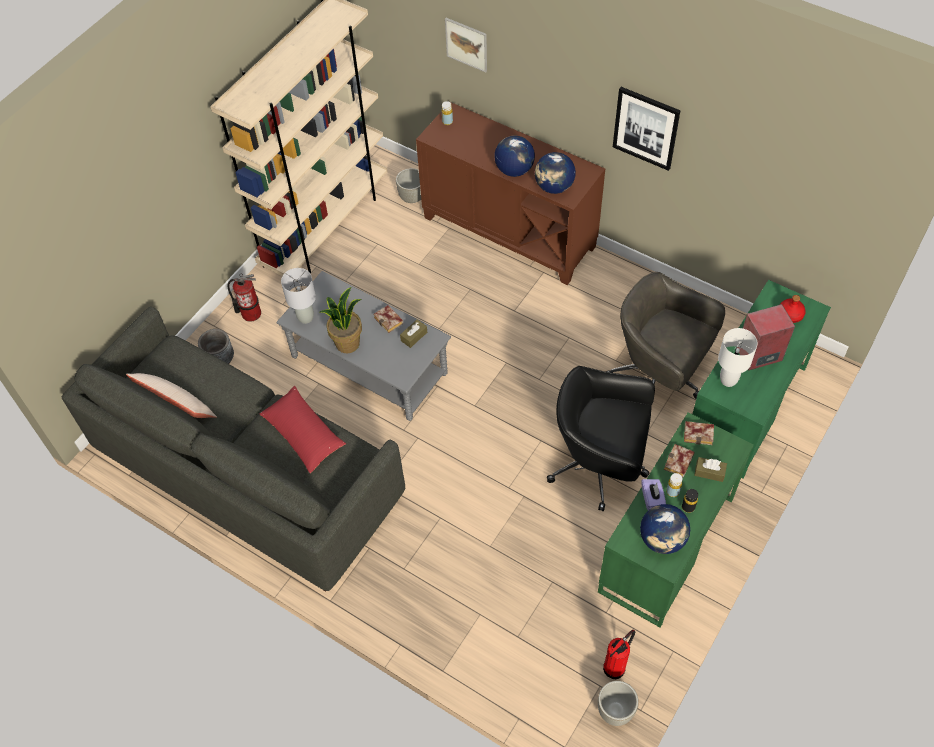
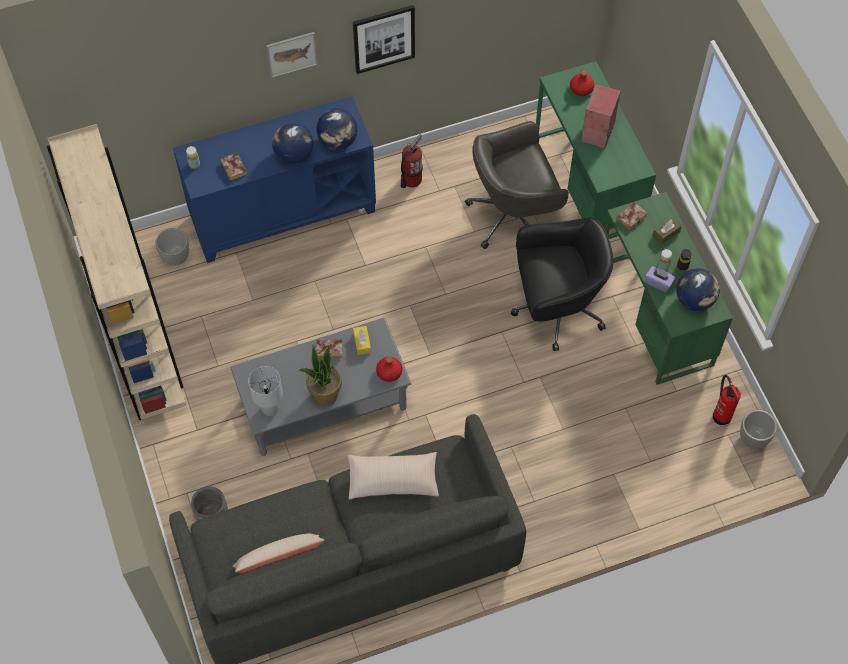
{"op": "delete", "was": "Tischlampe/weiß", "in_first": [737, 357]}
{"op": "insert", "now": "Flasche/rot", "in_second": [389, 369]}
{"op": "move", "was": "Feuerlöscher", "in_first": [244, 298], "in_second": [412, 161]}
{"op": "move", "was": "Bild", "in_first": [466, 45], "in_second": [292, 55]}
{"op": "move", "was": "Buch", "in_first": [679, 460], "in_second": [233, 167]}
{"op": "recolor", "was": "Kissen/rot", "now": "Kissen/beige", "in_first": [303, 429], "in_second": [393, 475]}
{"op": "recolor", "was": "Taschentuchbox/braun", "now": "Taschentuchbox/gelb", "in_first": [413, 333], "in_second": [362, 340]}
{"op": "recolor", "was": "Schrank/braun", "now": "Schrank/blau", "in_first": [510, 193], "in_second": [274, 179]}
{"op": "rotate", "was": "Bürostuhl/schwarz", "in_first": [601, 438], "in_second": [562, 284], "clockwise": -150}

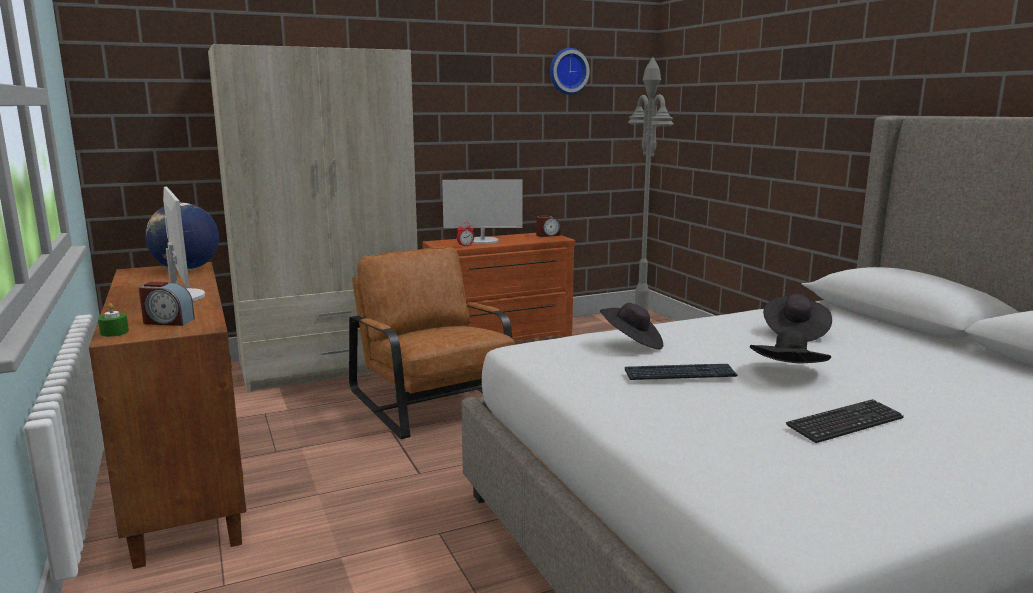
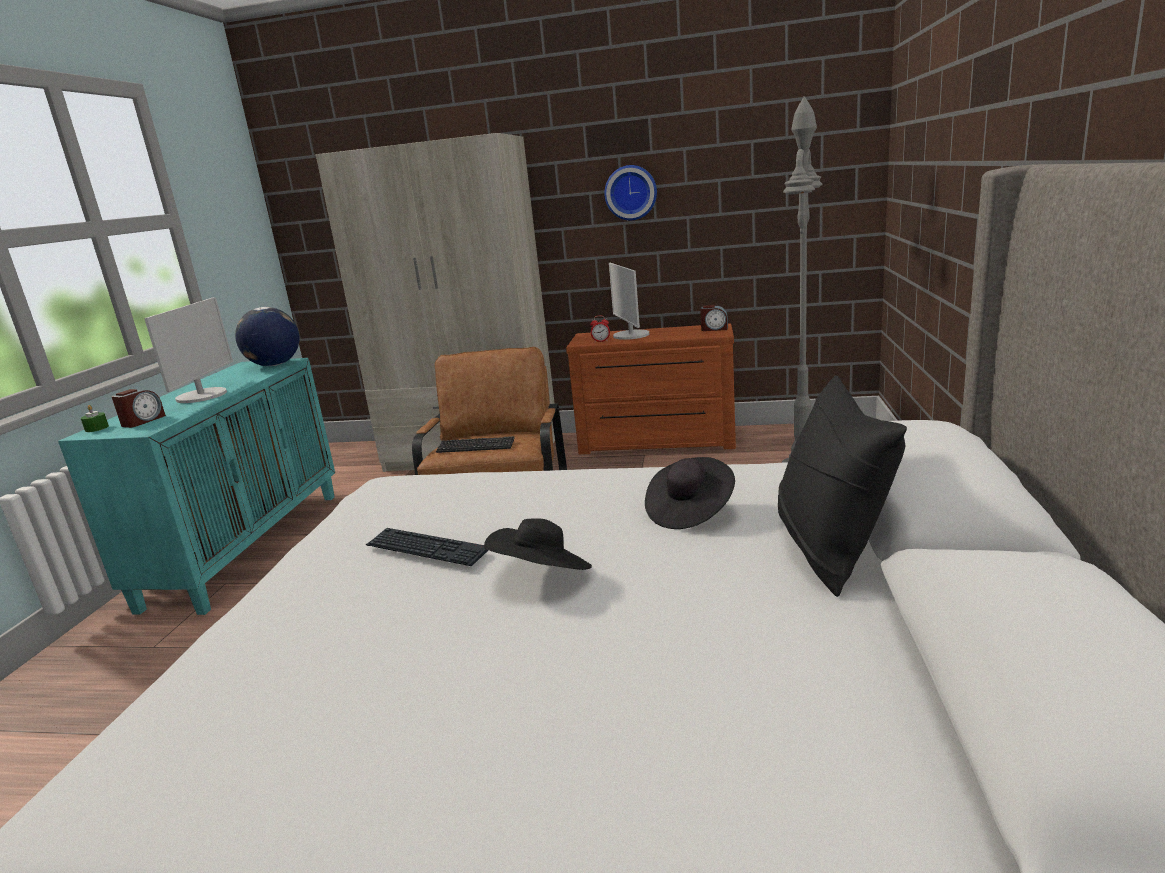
{"op": "delete", "was": "Hut/schwarz", "in_first": [631, 326]}
{"op": "insert", "now": "Kissen/schwarz", "in_second": [842, 486]}
{"op": "move", "was": "Wanduhr", "in_first": [570, 71], "in_second": [630, 192]}
{"op": "move", "was": "Tastatur", "in_first": [845, 421], "in_second": [475, 444]}
{"op": "recolor", "was": "Schrank/braun", "now": "Schrank/türkis", "in_first": [167, 415], "in_second": [196, 486]}
{"op": "rotate", "was": "Wecker", "in_first": [167, 304], "in_second": [138, 408], "clockwise": -105}
{"op": "rotate", "was": "Monitor", "in_first": [482, 211], "in_second": [629, 301], "clockwise": 45}

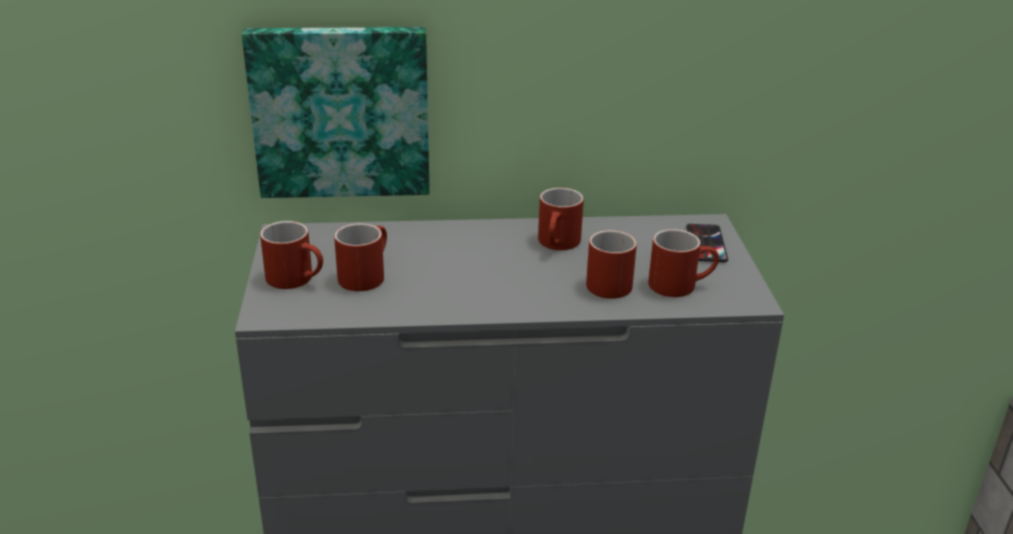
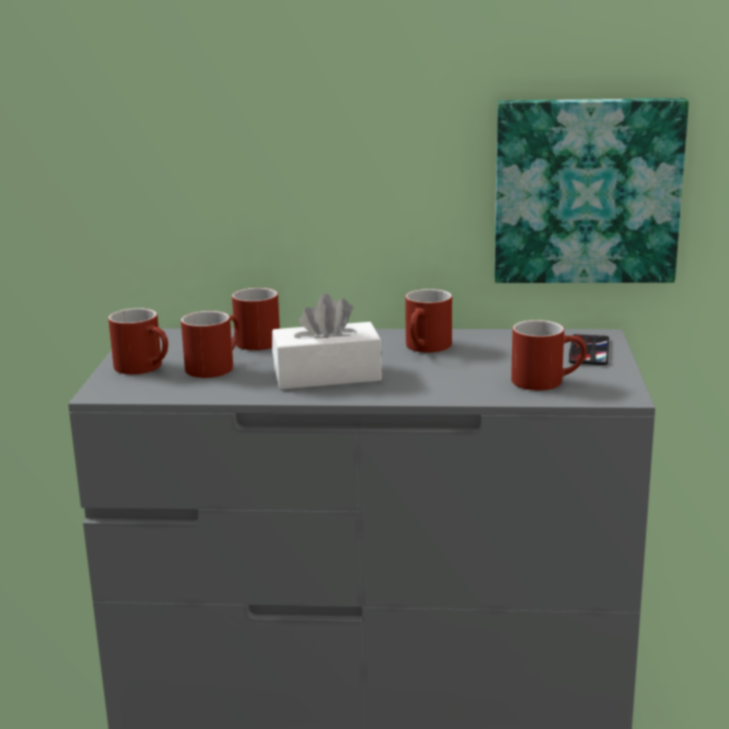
{"op": "insert", "now": "Taschentuchbox/weiß", "in_second": [327, 341]}
{"op": "move", "was": "Bild", "in_first": [336, 112], "in_second": [591, 190]}
{"op": "move", "was": "Henkelbecher/rot", "in_first": [611, 264], "in_second": [256, 319]}

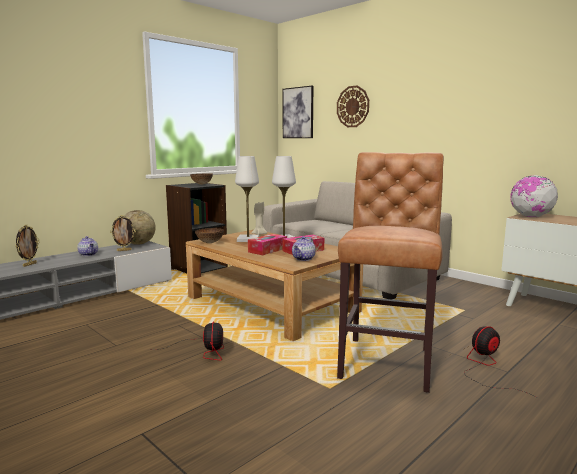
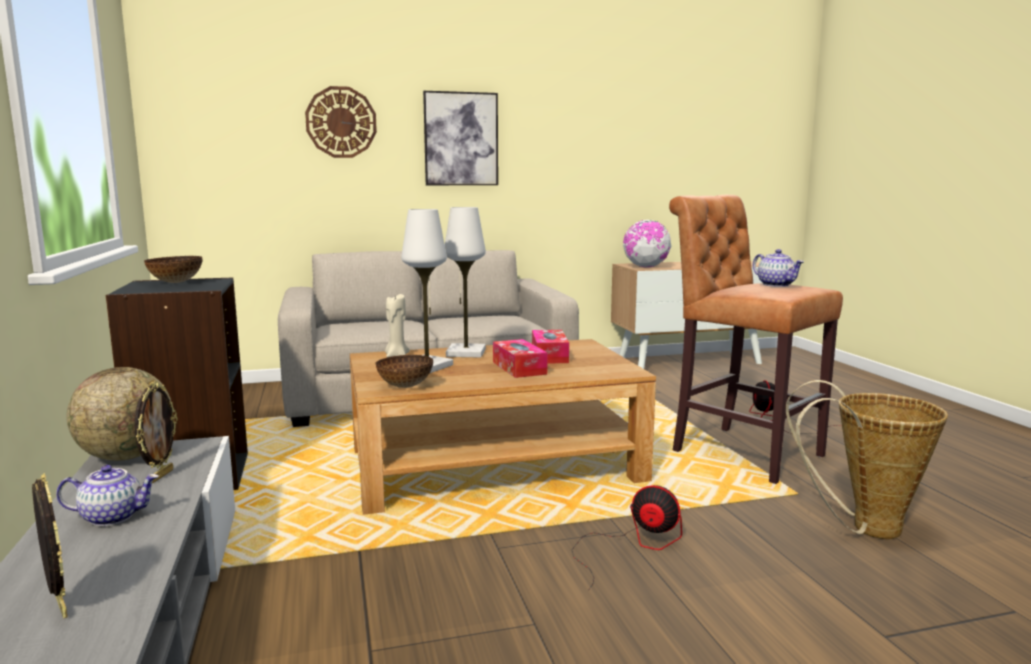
{"op": "insert", "now": "Korb", "in_second": [867, 459]}
{"op": "move", "was": "Bild", "in_first": [298, 112], "in_second": [460, 138]}
{"op": "move", "was": "Teekanne", "in_first": [304, 248], "in_second": [778, 268]}

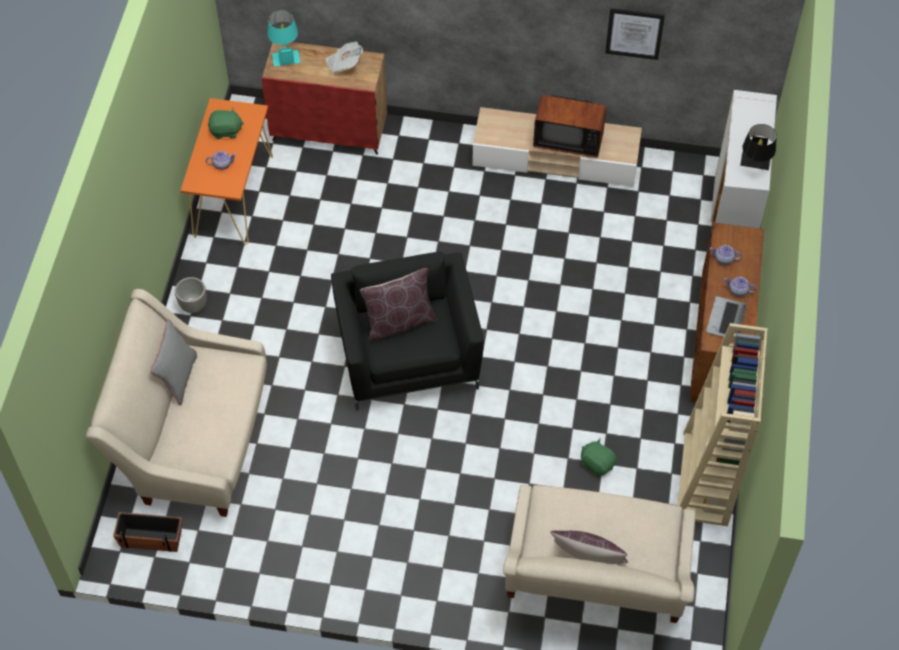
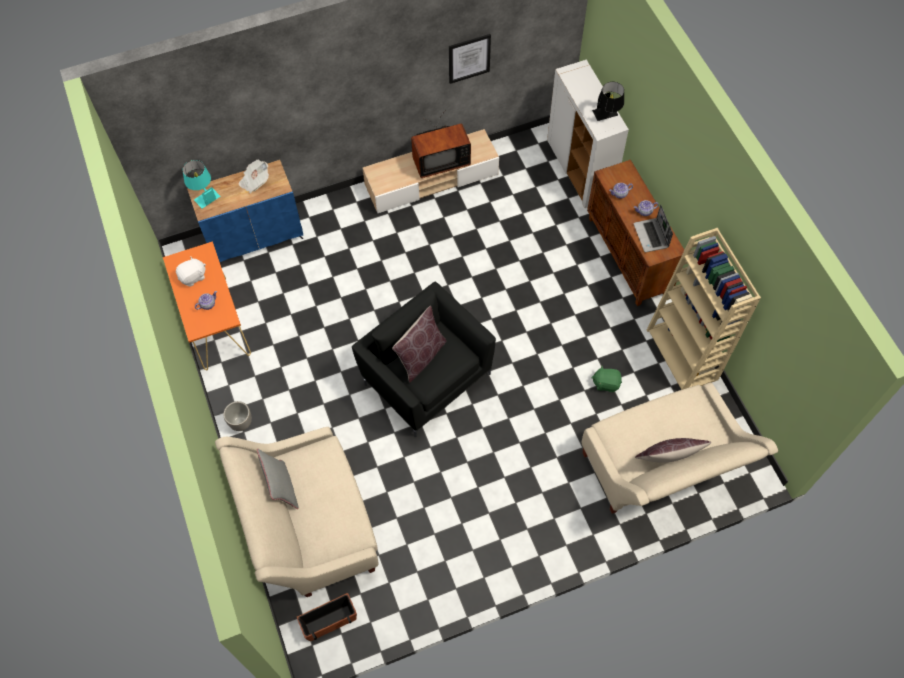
{"op": "recolor", "was": "Plüschtier/grün", "now": "Plüschtier/weiß", "in_first": [226, 123], "in_second": [191, 271]}
{"op": "recolor", "was": "Schrank/rot", "now": "Schrank/blau", "in_first": [324, 98], "in_second": [245, 211]}

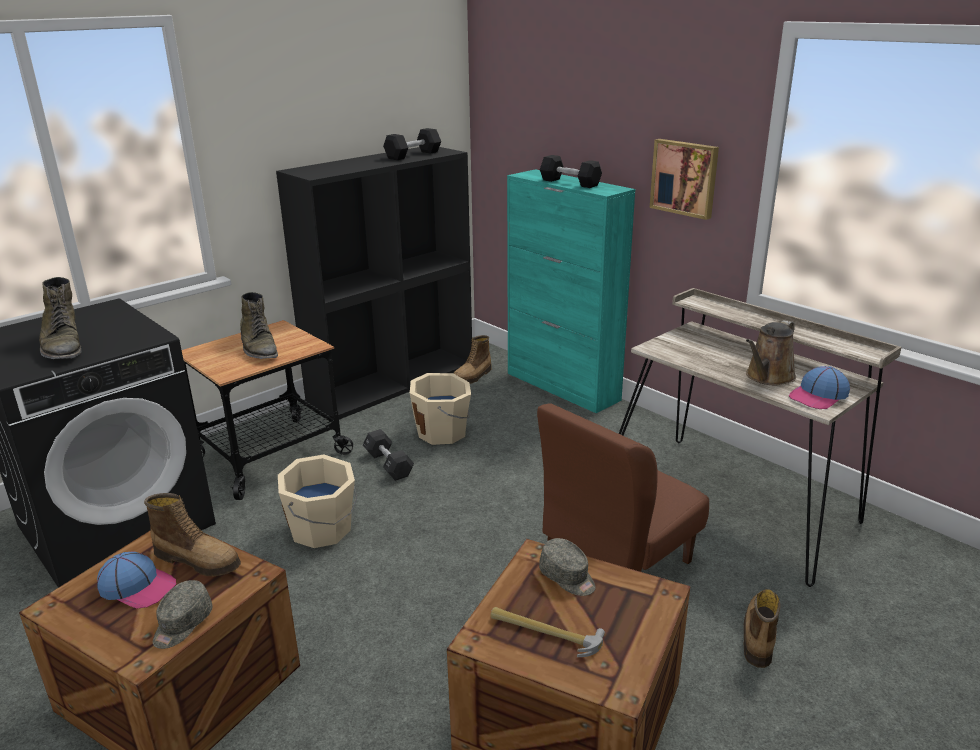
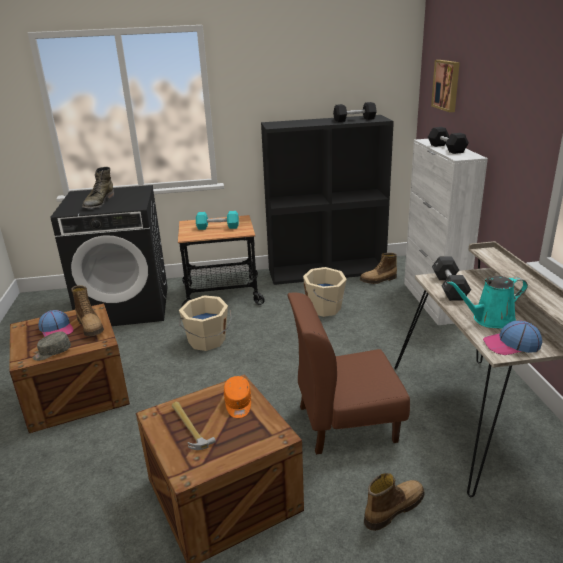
{"op": "move", "was": "Hantel/schwarz", "in_first": [388, 455], "in_second": [451, 278]}
{"op": "move", "was": "Bild", "in_first": [684, 179], "in_second": [445, 86]}
{"op": "replace", "was": "Stiefel/grün", "now": "Hantel/türkis", "in_first": [259, 325], "in_second": [217, 220]}
{"op": "recolor", "was": "Schrank/türkis", "now": "Schrank/weiß", "in_first": [571, 291], "in_second": [446, 232]}
{"op": "recolor", "was": "Kappe/grau", "now": "Kappe/orange", "in_first": [567, 567], "in_second": [237, 397]}
{"op": "recolor", "was": "Gießkanne/braun", "now": "Gießkanne/türkis", "in_first": [771, 353], "in_second": [487, 302]}

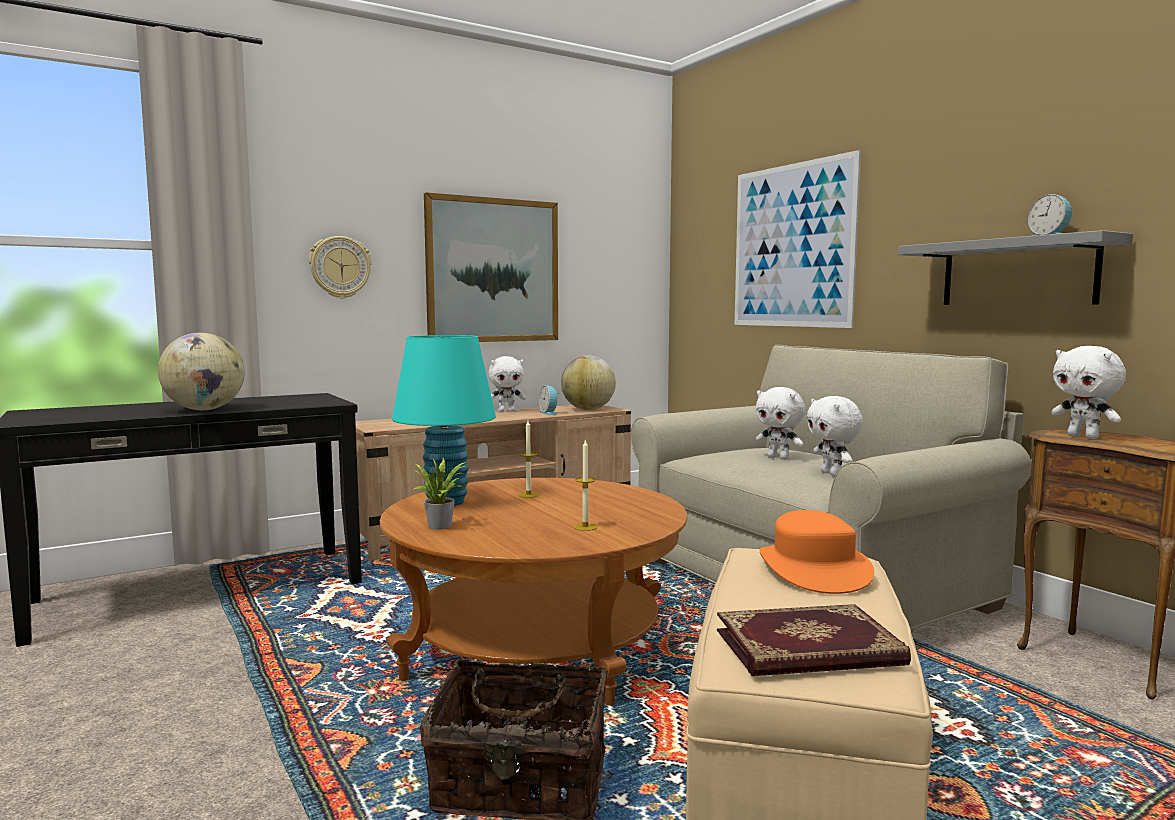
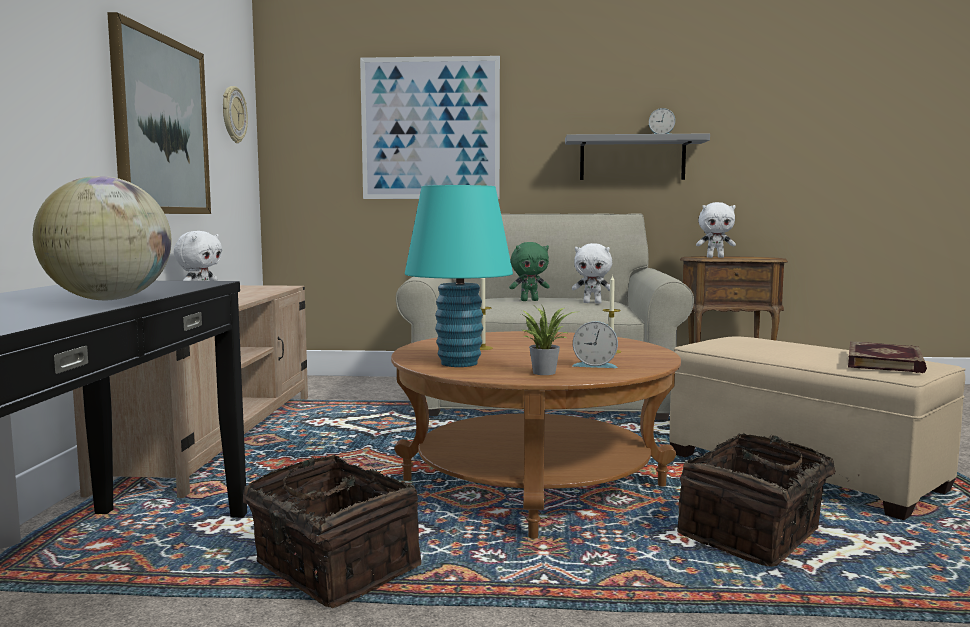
{"op": "delete", "was": "Globus", "in_first": [588, 382]}
{"op": "delete", "was": "Hut/orange", "in_first": [816, 552]}
{"op": "insert", "now": "Korb", "in_second": [332, 531]}
{"op": "move", "was": "Wanduhr", "in_first": [340, 267], "in_second": [235, 114]}
{"op": "move", "was": "Wecker", "in_first": [549, 400], "in_second": [595, 344]}
{"op": "recolor", "was": "Plüschtier/weiß", "now": "Plüschtier/grün", "in_first": [780, 423], "in_second": [529, 271]}

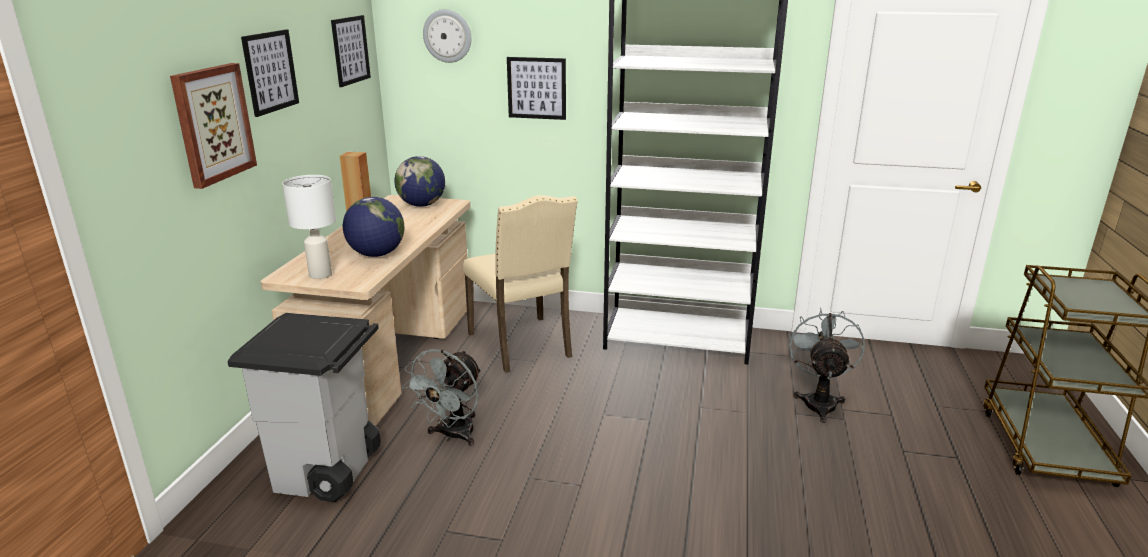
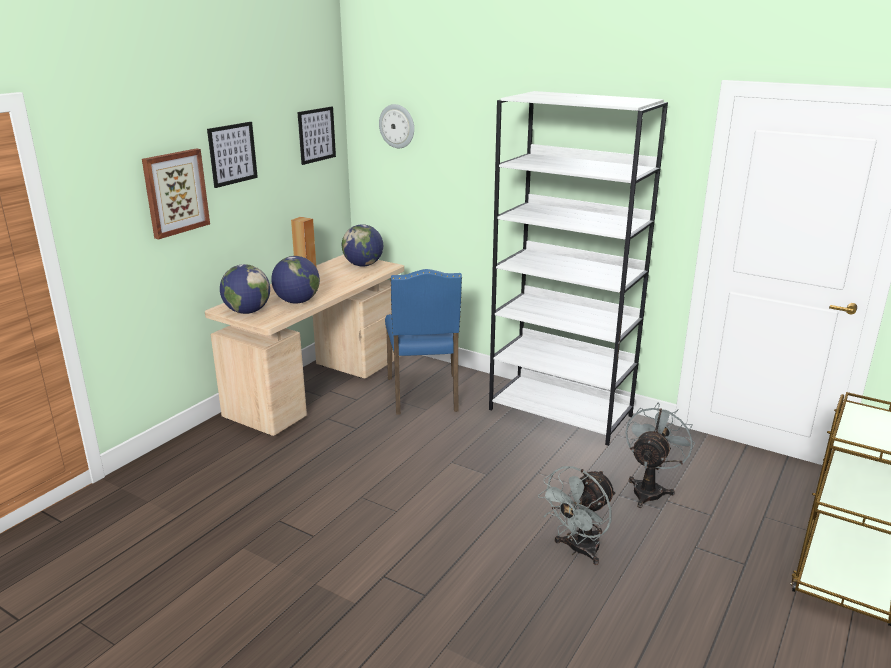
{"op": "delete", "was": "Mülleimer/grau", "in_first": [304, 407]}
{"op": "delete", "was": "Bild", "in_first": [536, 88]}
{"op": "move", "was": "Ventilator/grau", "in_first": [441, 397], "in_second": [577, 515]}
{"op": "replace", "was": "Tischlampe/weiß", "now": "Globus", "in_first": [309, 227], "in_second": [245, 289]}
{"op": "recolor", "was": "Stuhl/beige", "now": "Stuhl/blau", "in_first": [520, 284], "in_second": [423, 342]}

